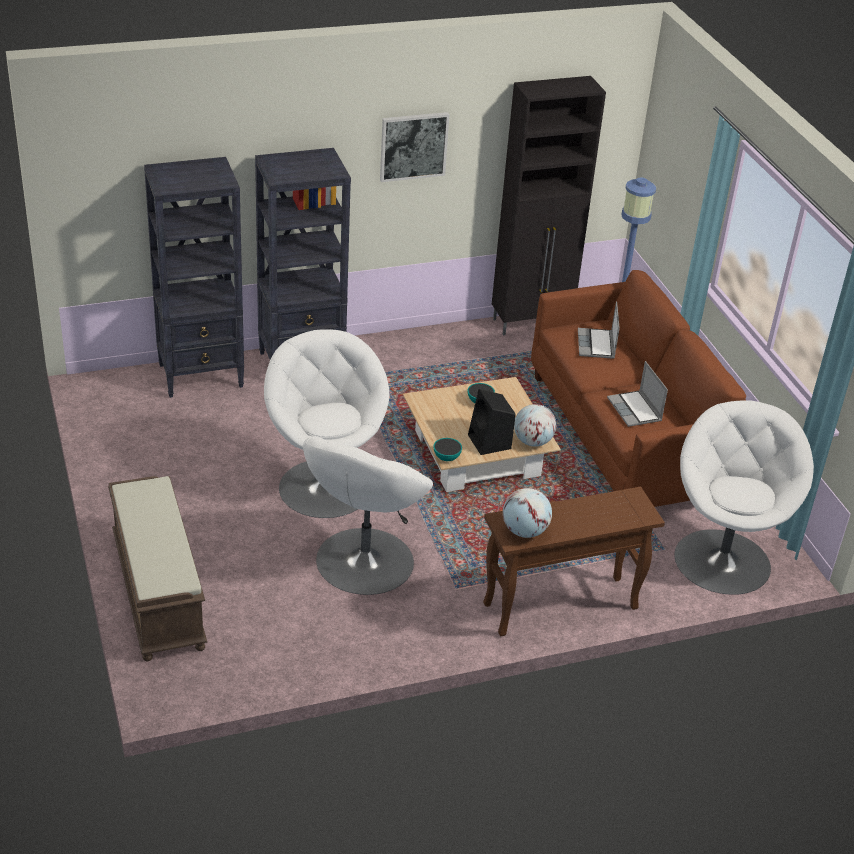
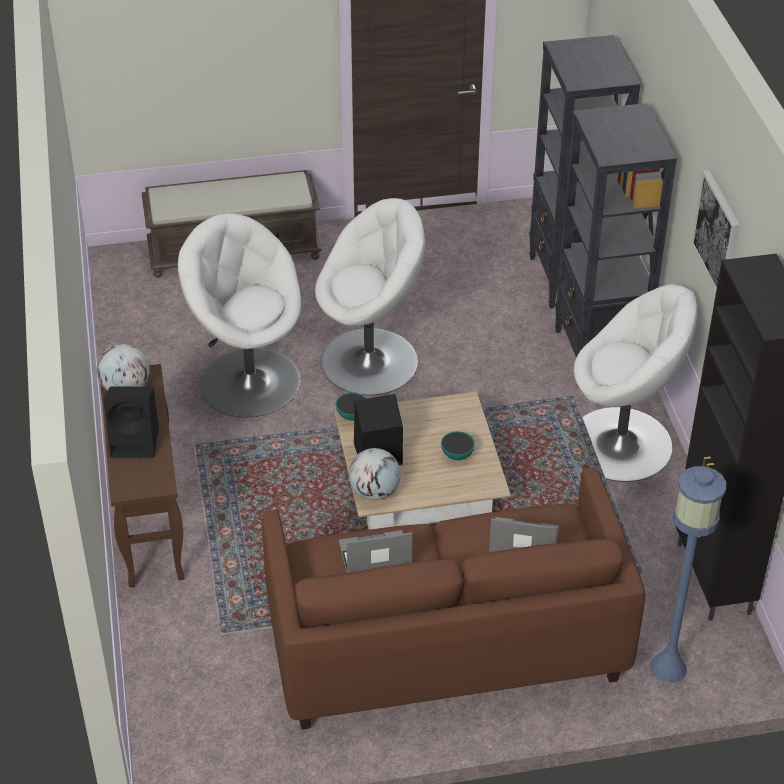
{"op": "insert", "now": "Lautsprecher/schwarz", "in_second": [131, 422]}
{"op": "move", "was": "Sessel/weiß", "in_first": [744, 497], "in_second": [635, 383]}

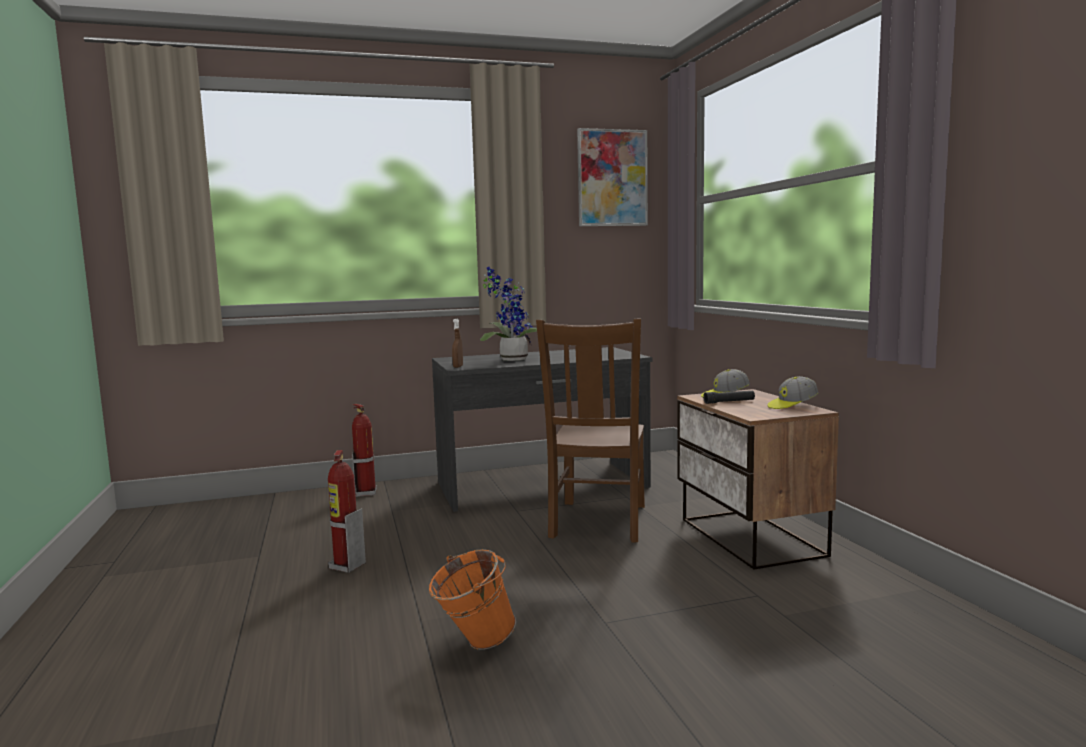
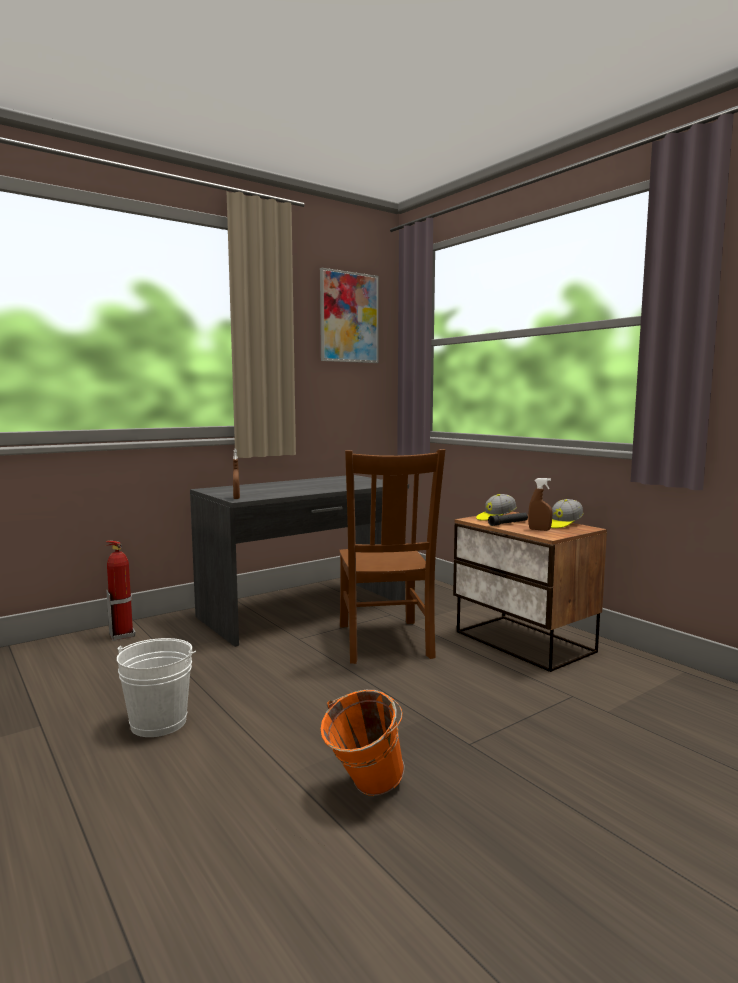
{"op": "delete", "was": "Topfpflanze", "in_first": [508, 314]}
{"op": "insert", "now": "Sprühflasche/braun", "in_second": [540, 504]}
{"op": "replace", "was": "Feuerlöscher", "now": "Eimer/weiß", "in_first": [347, 511], "in_second": [156, 687]}

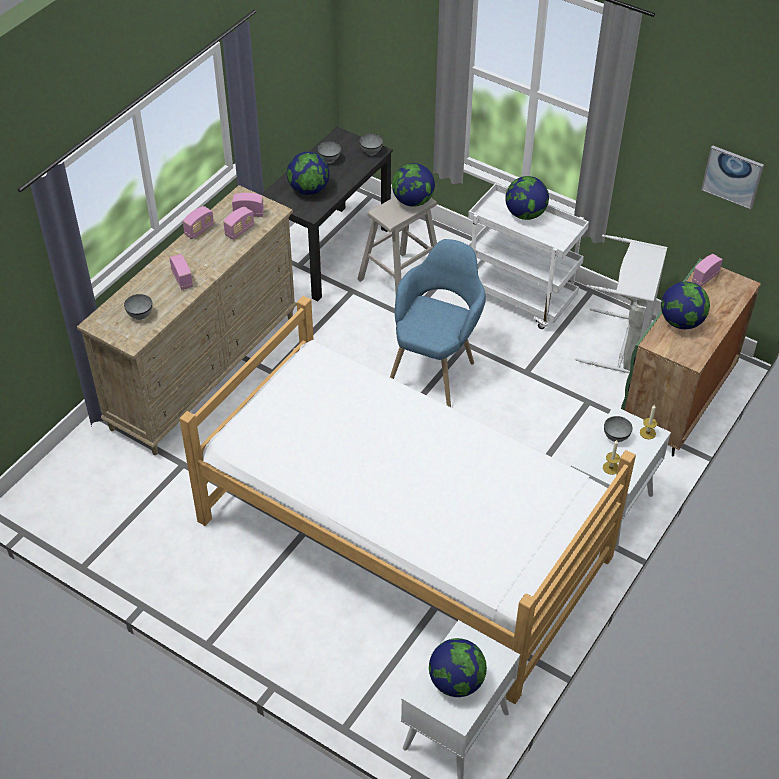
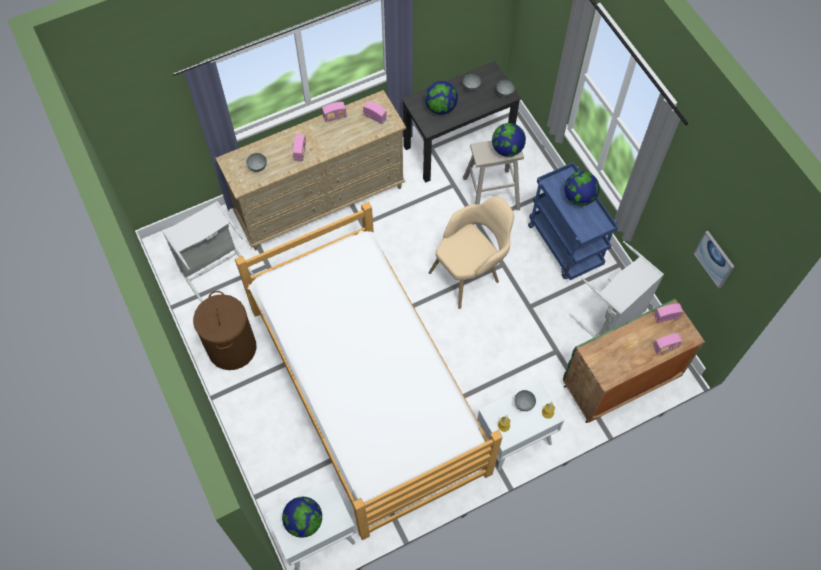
{"op": "delete", "was": "Globus", "in_first": [685, 305]}
{"op": "insert", "now": "Wäschekorb/grau", "in_second": [208, 252]}
{"op": "insert", "now": "Wäschekorb/braun", "in_second": [224, 330]}
{"op": "move", "was": "Radio", "in_first": [238, 223], "in_second": [667, 343]}
{"op": "recolor", "was": "Sessel/blau", "now": "Sessel/beige", "in_first": [438, 323], "in_second": [471, 252]}
{"op": "recolor", "was": "Rollwagen/weiß", "now": "Rollwagen/blau", "in_first": [528, 256], "in_second": [573, 221]}

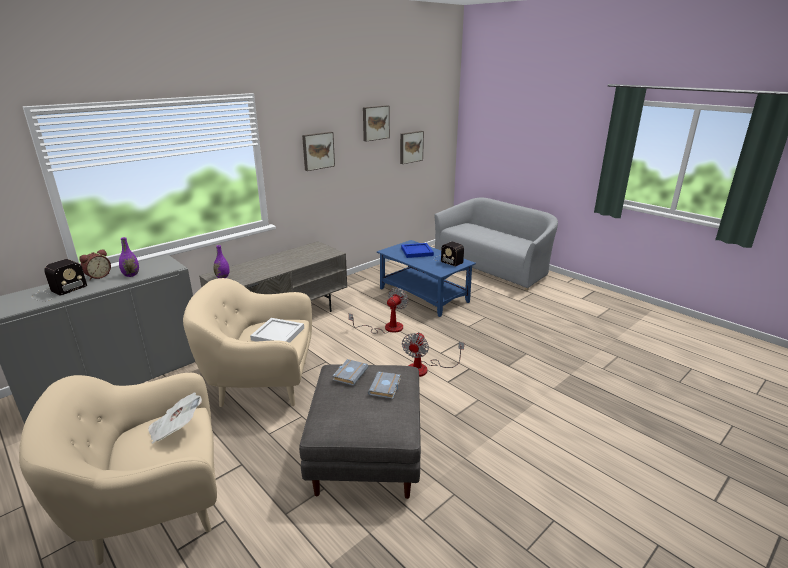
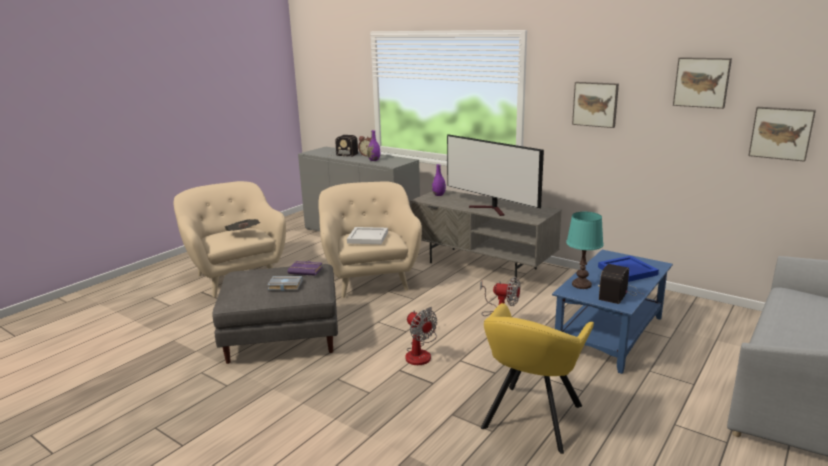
{"op": "insert", "now": "Fernseher", "in_second": [495, 175]}
{"op": "insert", "now": "Sessel/gelb", "in_second": [537, 378]}
{"op": "insert", "now": "Tischlampe/türkis", "in_second": [585, 250]}
{"op": "recolor", "was": "Buch/grau", "now": "Buch/lila", "in_first": [350, 372], "in_second": [305, 268]}
{"op": "rotate", "was": "Ventilator", "in_first": [433, 354], "in_second": [421, 336], "clockwise": -135}

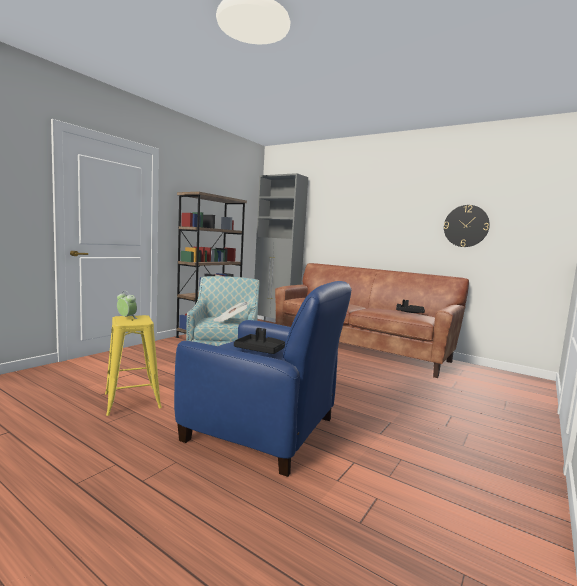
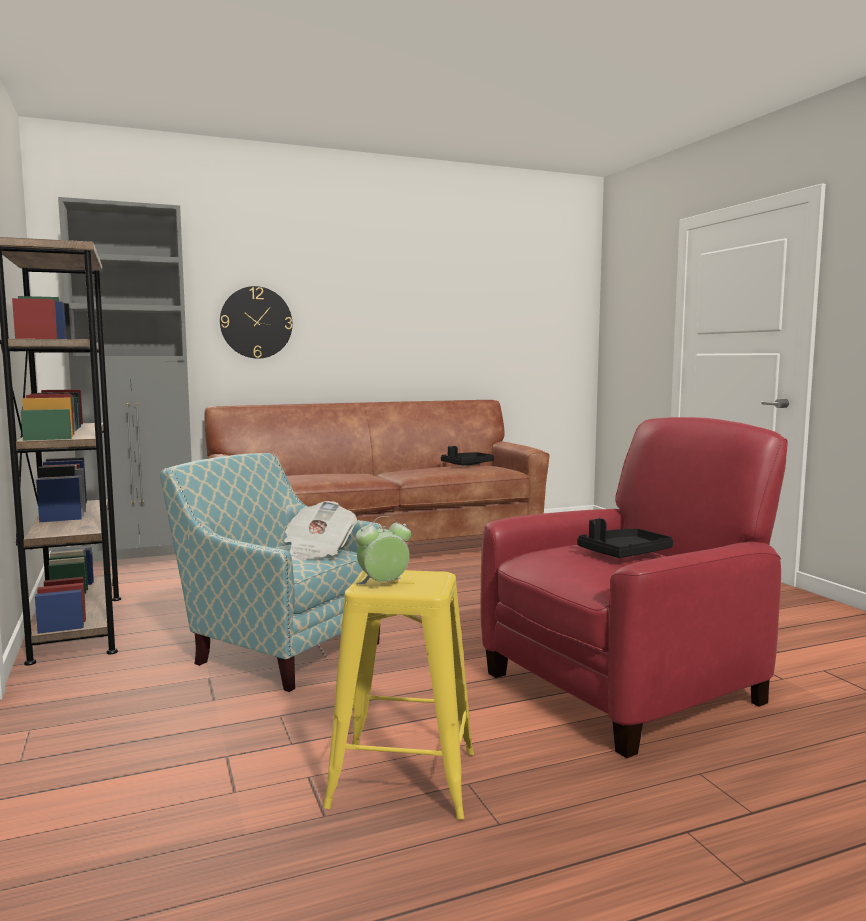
{"op": "move", "was": "Wanduhr", "in_first": [467, 226], "in_second": [256, 322]}
{"op": "recolor", "was": "Sessel/blau", "now": "Sessel/rot", "in_first": [262, 379], "in_second": [634, 587]}

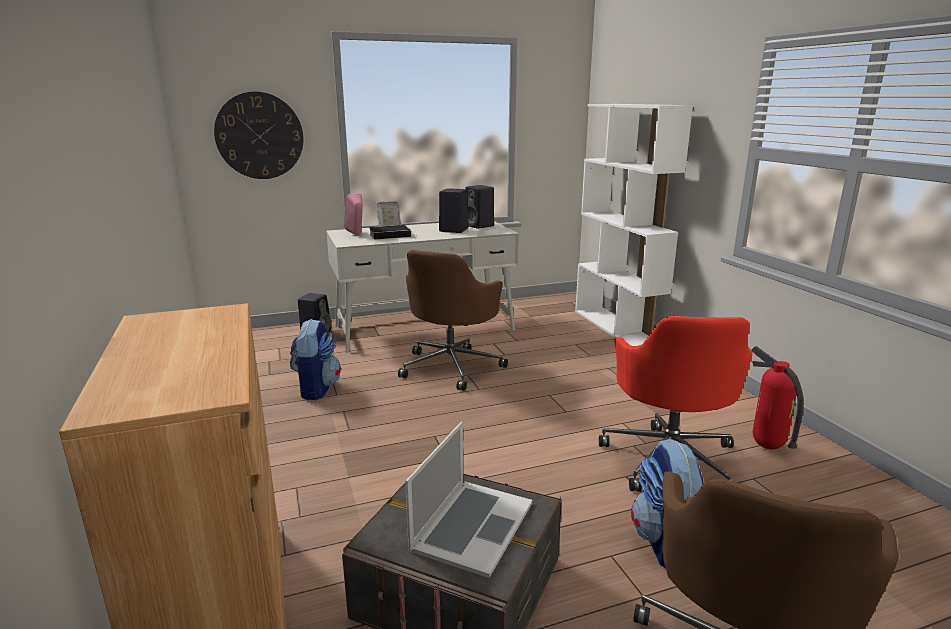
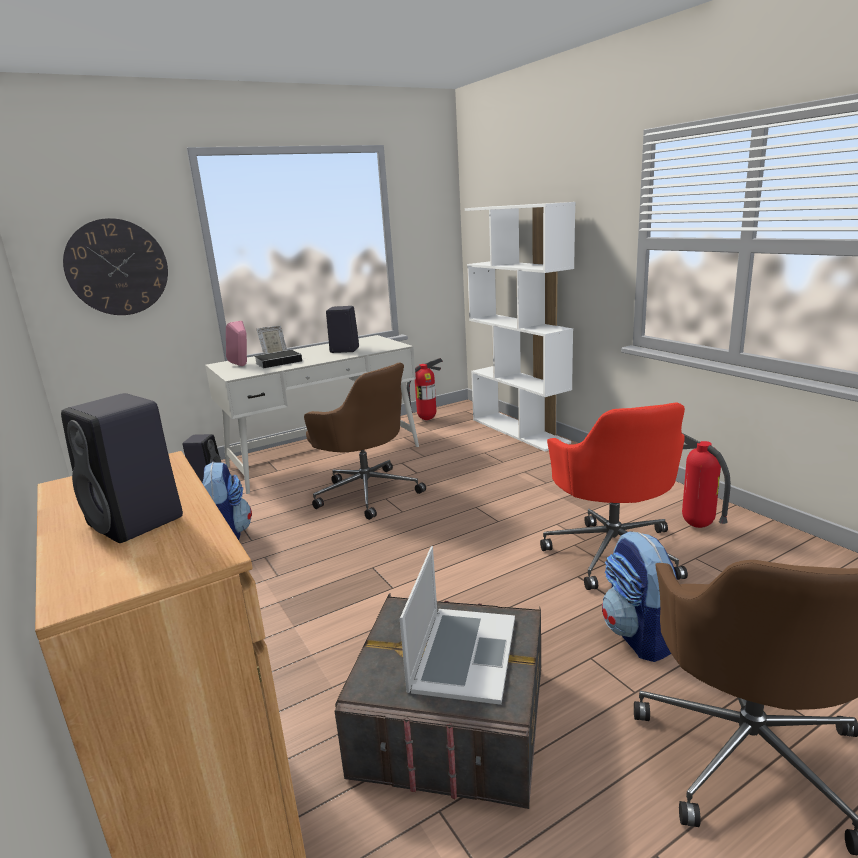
{"op": "insert", "now": "Feuerlöscher", "in_second": [425, 389]}
{"op": "move", "was": "Lautsprecher/schwarz", "in_first": [479, 207], "in_second": [122, 468]}
{"op": "rotate", "was": "Bürostuhl/braun", "in_first": [453, 320], "in_second": [365, 441], "clockwise": -60}

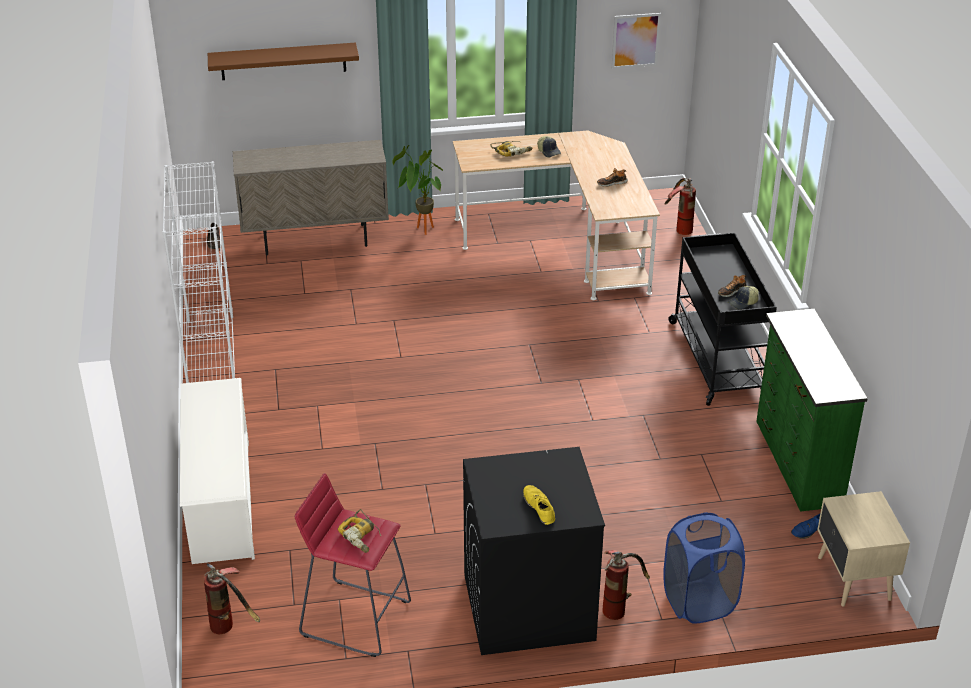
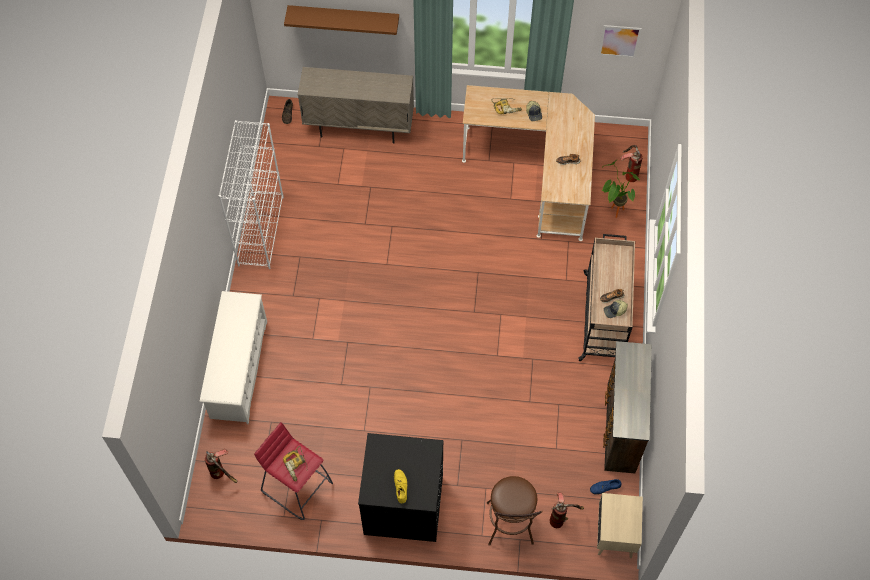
{"op": "move", "was": "Topfpflanze", "in_first": [418, 190], "in_second": [621, 189]}
{"op": "move", "was": "Feuerlöscher", "in_first": [626, 585], "in_second": [567, 510]}
{"op": "replace", "was": "Wäschekorb/blau", "now": "Hocker/braun", "in_first": [704, 568], "in_second": [514, 511]}
{"op": "recolor", "was": "Rollwagen/schwarz", "now": "Rollwagen/beige", "in_first": [722, 319], "in_second": [606, 298]}
{"op": "recolor", "was": "Kommode/grün", "now": "Kommode/braun", "in_first": [812, 410], "in_second": [627, 407]}

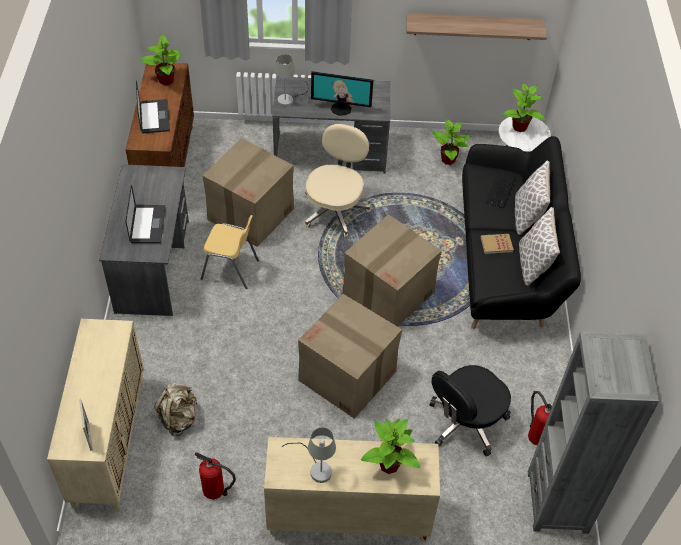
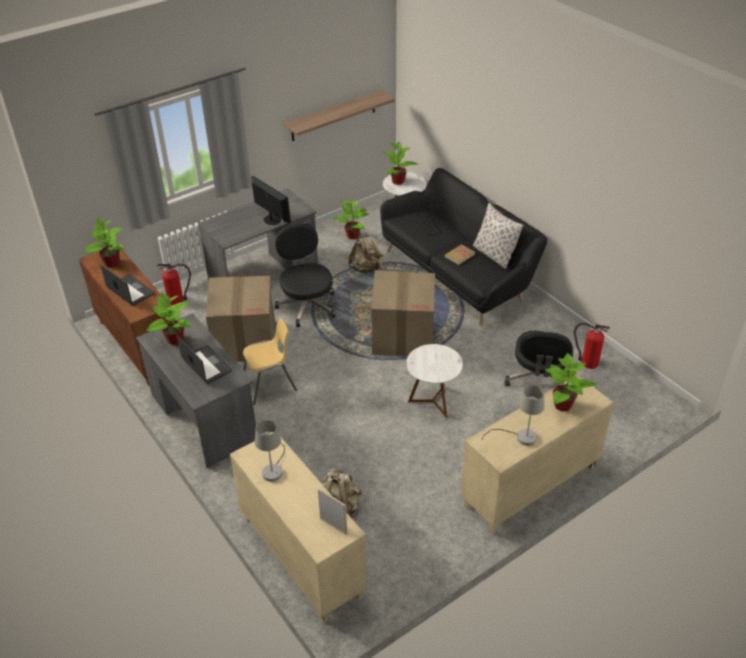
{"op": "delete", "was": "Kissen", "in_first": [532, 198]}
{"op": "delete", "was": "Bücherregal/grau", "in_first": [593, 432]}
{"op": "insert", "now": "Topfpflanze", "in_second": [169, 318]}
{"op": "insert", "now": "Rucksack/beige", "in_second": [365, 252]}
{"op": "move", "was": "Feuerlöscher", "in_first": [215, 475], "in_second": [174, 285]}
{"op": "move", "was": "Tischlampe/grau", "in_first": [292, 80], "in_second": [270, 451]}
{"op": "replace", "was": "Karton", "now": "Beistelltisch/weiß", "in_first": [350, 356], "in_second": [434, 381]}
{"op": "recolor", "was": "Bürostuhl/beige", "now": "Bürostuhl/schwarz", "in_first": [337, 180], "in_second": [305, 275]}
{"op": "rotate", "was": "Monitor", "in_first": [342, 93], "in_second": [271, 200], "clockwise": -105}

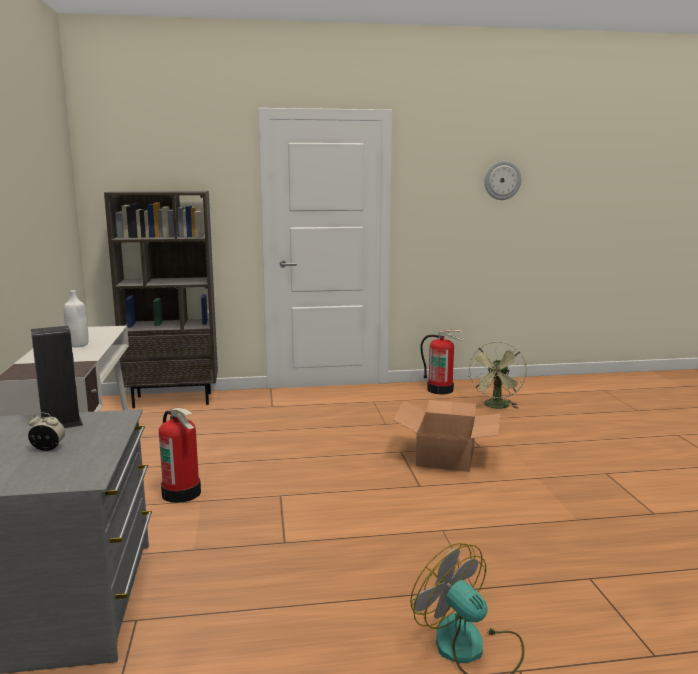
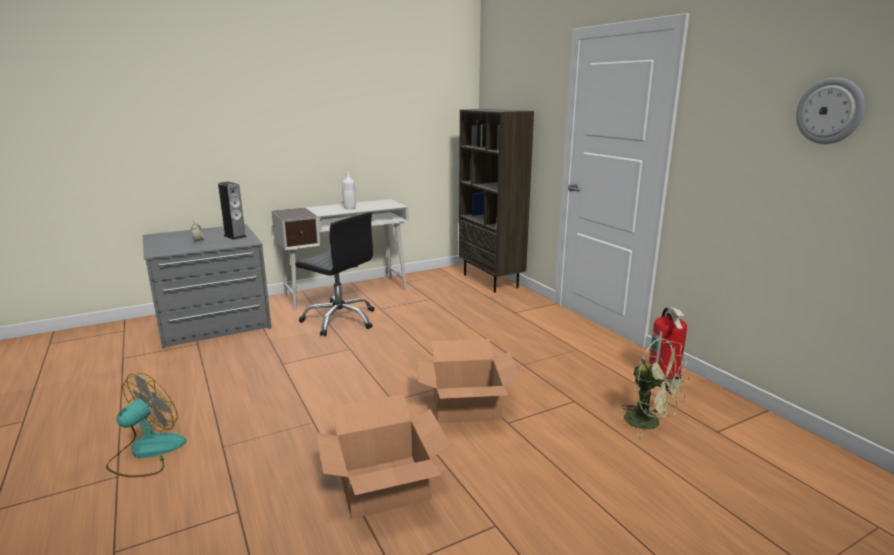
{"op": "insert", "now": "Karton", "in_second": [383, 456]}
{"op": "replace", "was": "Feuerlöscher", "now": "Bürostuhl/schwarz", "in_first": [180, 455], "in_second": [335, 274]}
{"op": "rotate", "was": "Ventilator/grün", "in_first": [498, 375], "in_second": [655, 388], "clockwise": -135}

